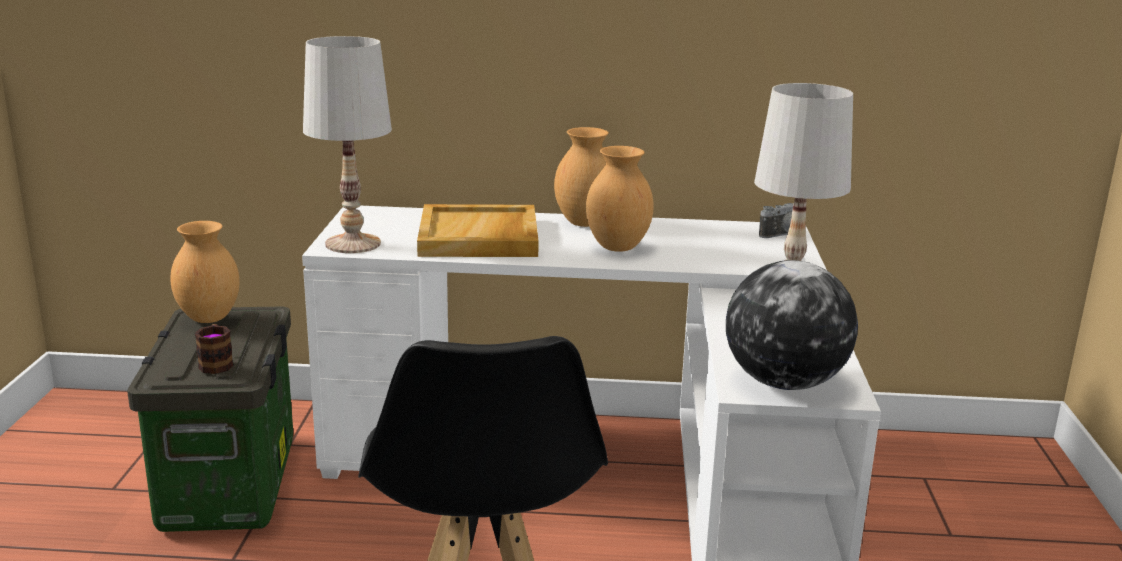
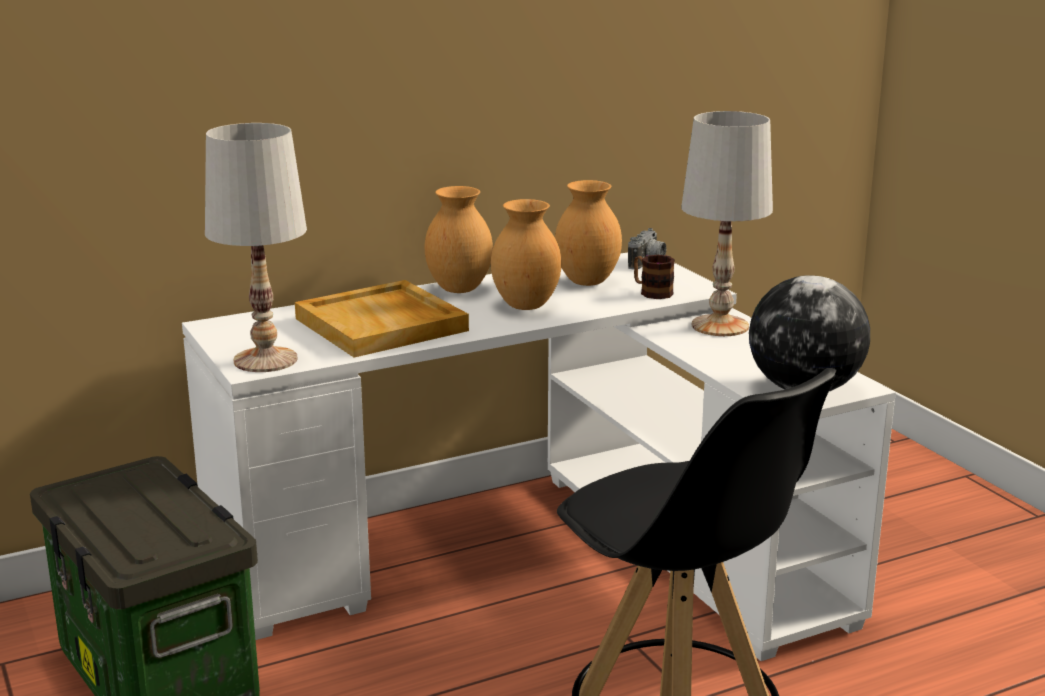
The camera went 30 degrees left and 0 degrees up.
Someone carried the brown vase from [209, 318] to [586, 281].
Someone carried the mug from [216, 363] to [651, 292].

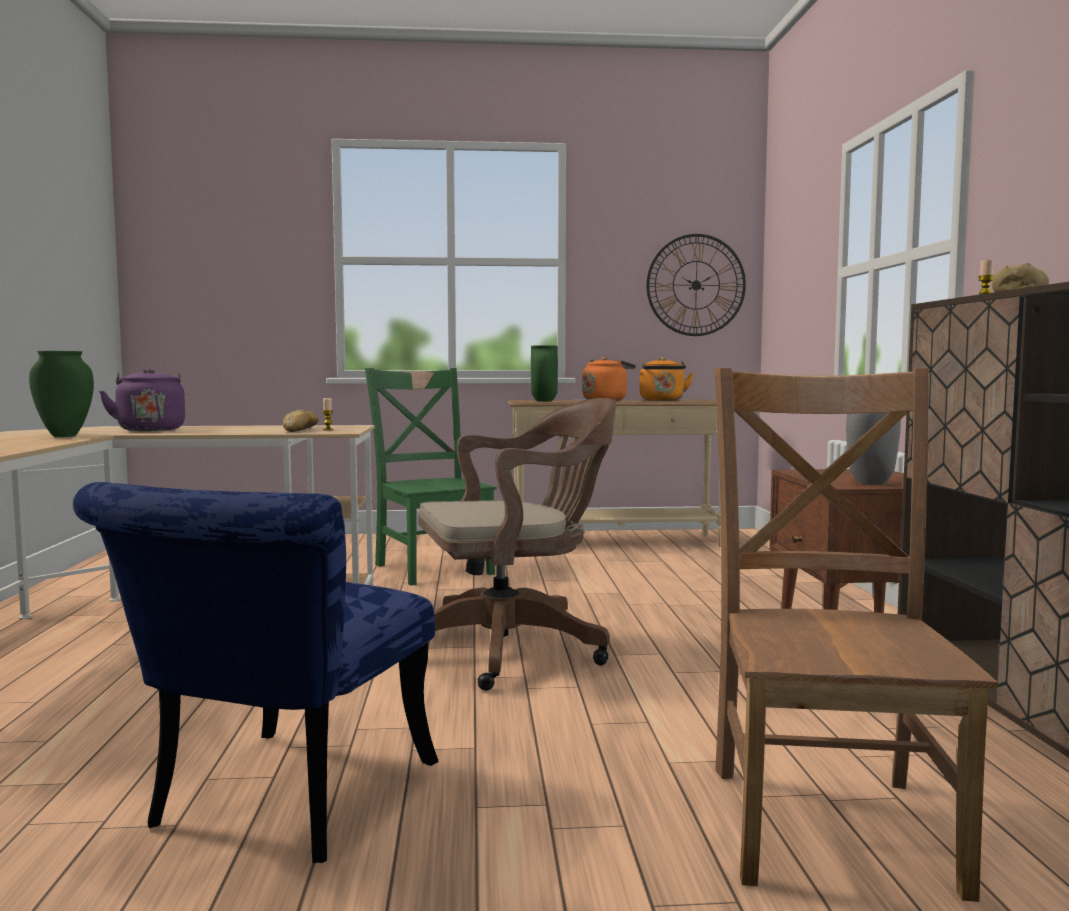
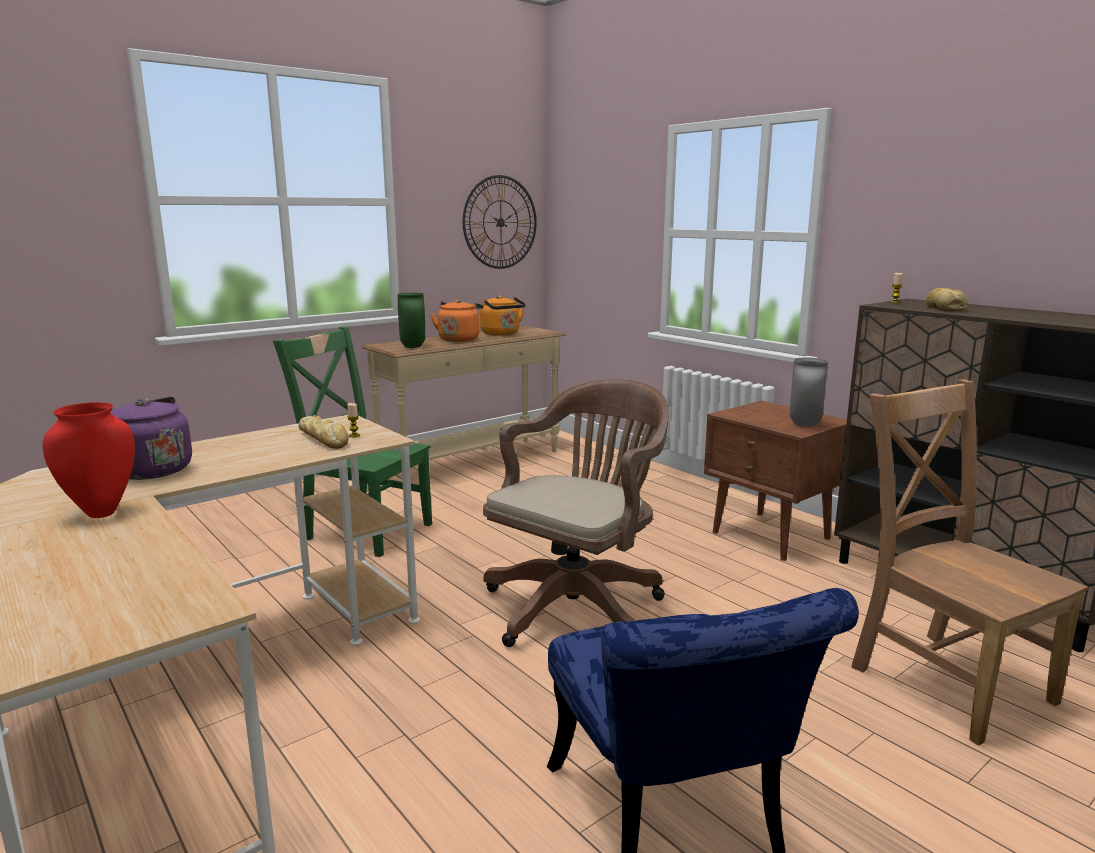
The camera went 35 degrees left and 10 degrees up.
Someone repainted the green vase at [65, 436], which became the red vase at [101, 512].

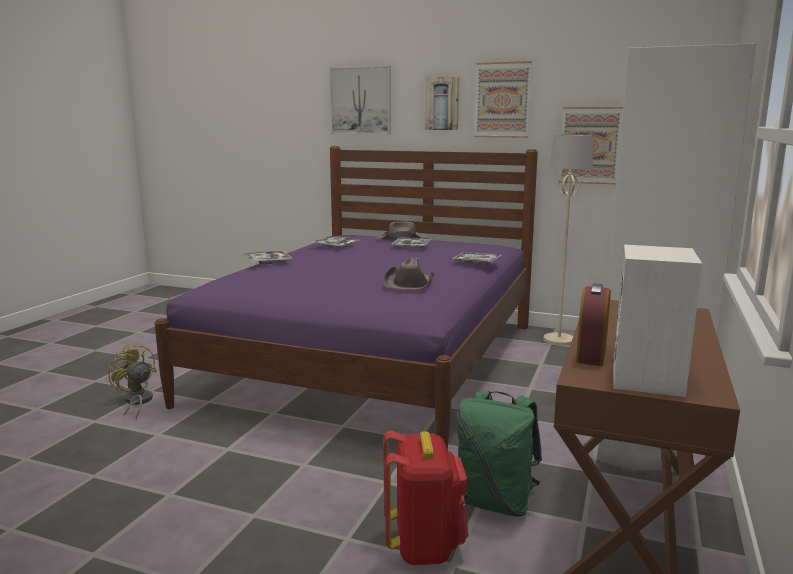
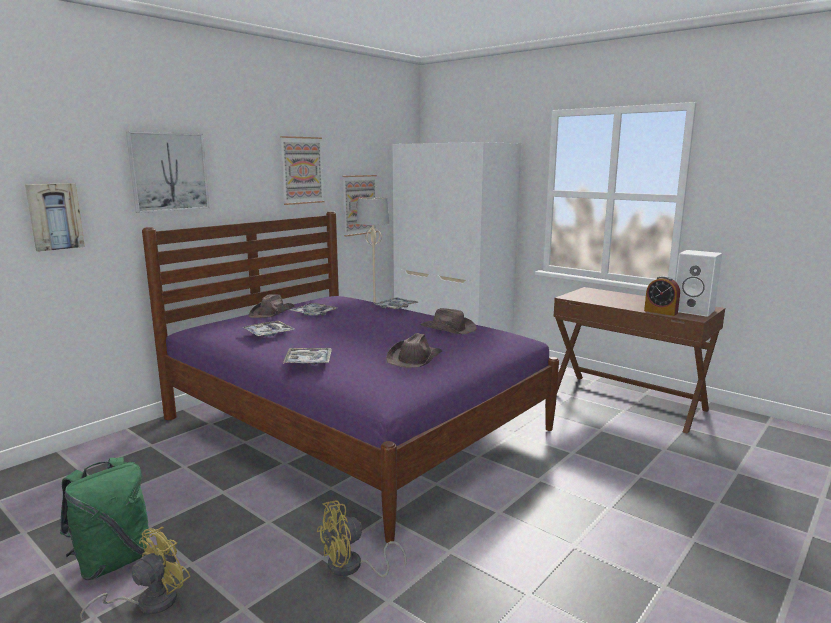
The camera went 70 degrees left and 0 degrees up.
Someone took away the red backpack at [424, 546].
Someone put down the yellow fan at [149, 602].
Someone put down the brown hat at [414, 358].
Someone carried the picture from [442, 103] to [54, 216].
Someone carried the green backpack from [496, 502] to [113, 561].

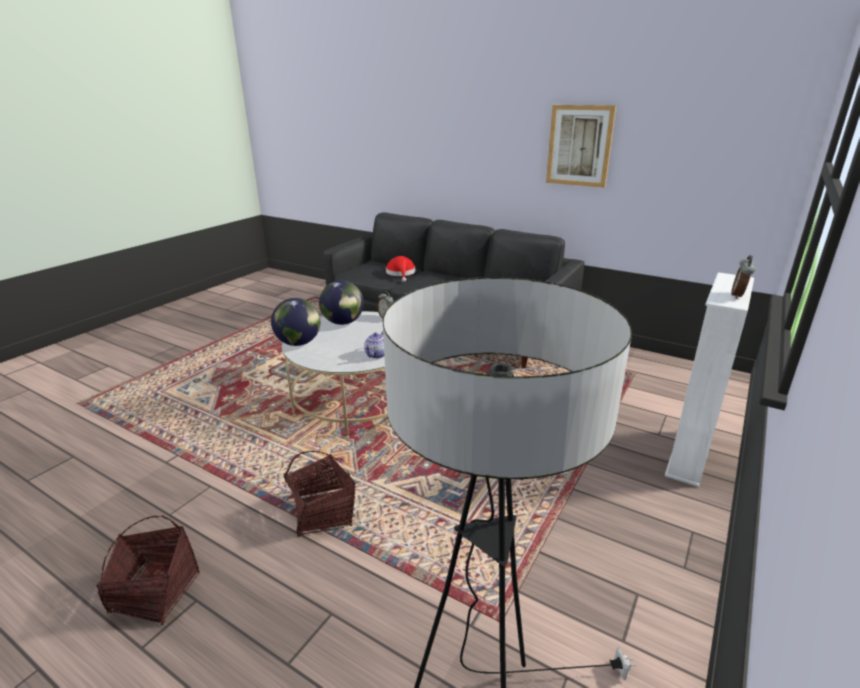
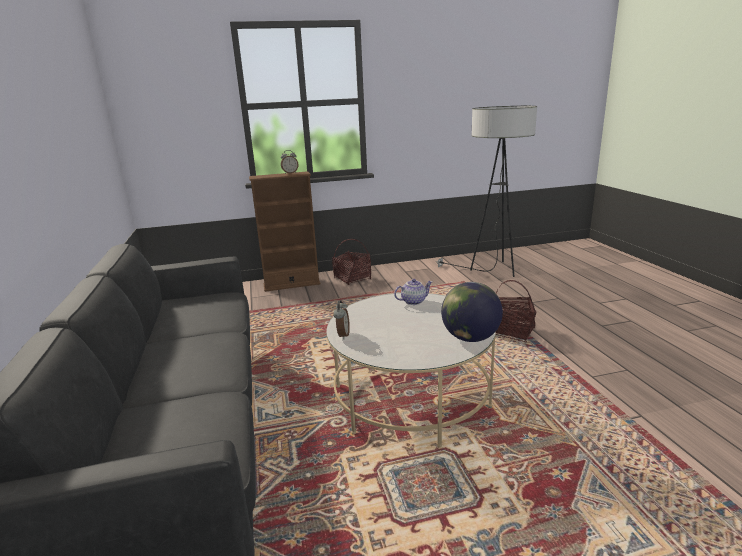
The camera went 135 degrees left and 5 degrees down.
Someone took away the globe at [343, 322].
Someone took away the red hat at [401, 273].
Someone took away the picture at [579, 146].
Someone carried the basket from [155, 593] to [352, 278].
Someone repainted the white bookcase at [689, 456], which became the brown bookcase at [291, 284].

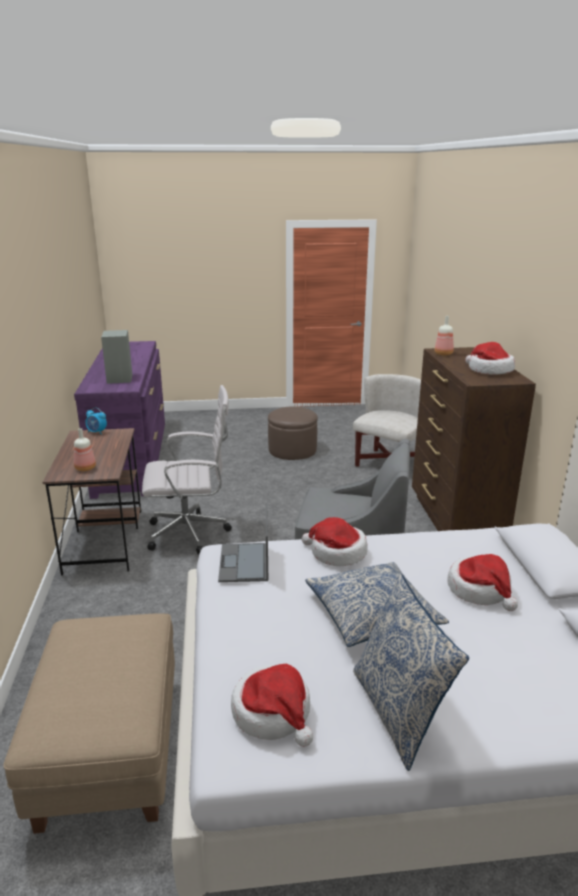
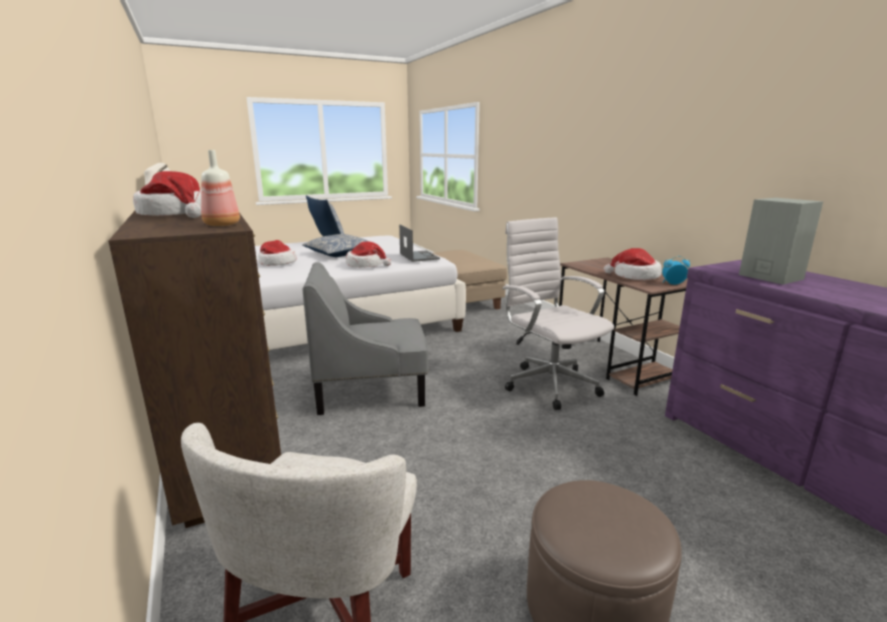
The camera went 160 degrees right and 5 degrees down.
Someone took away the bottle at [84, 468].
Someone carried the hat from [273, 713] to [634, 276].
Someone rotated the white office chair at [191, 533] by 90 degrees clockwise.

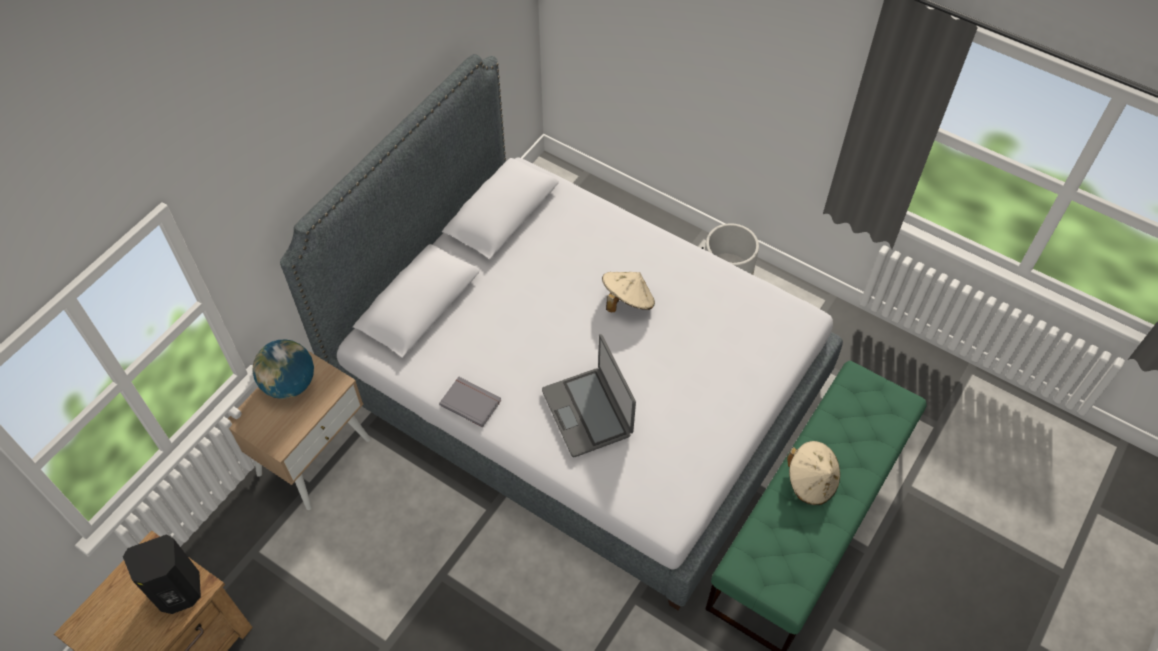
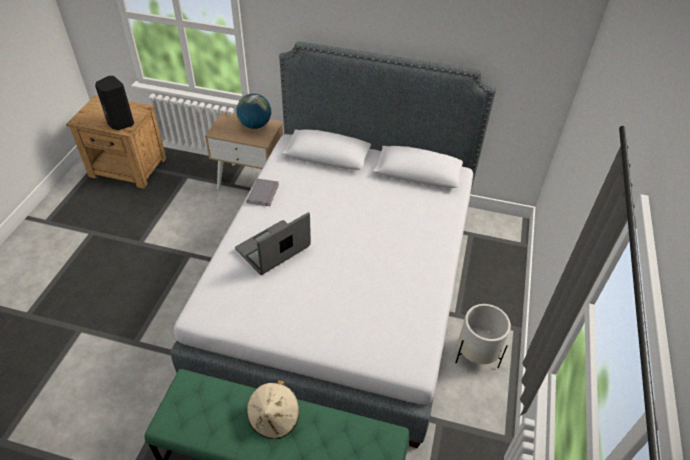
The camera went 70 degrees right and 10 degrees down.
Someone took away the beige hat at [627, 301].

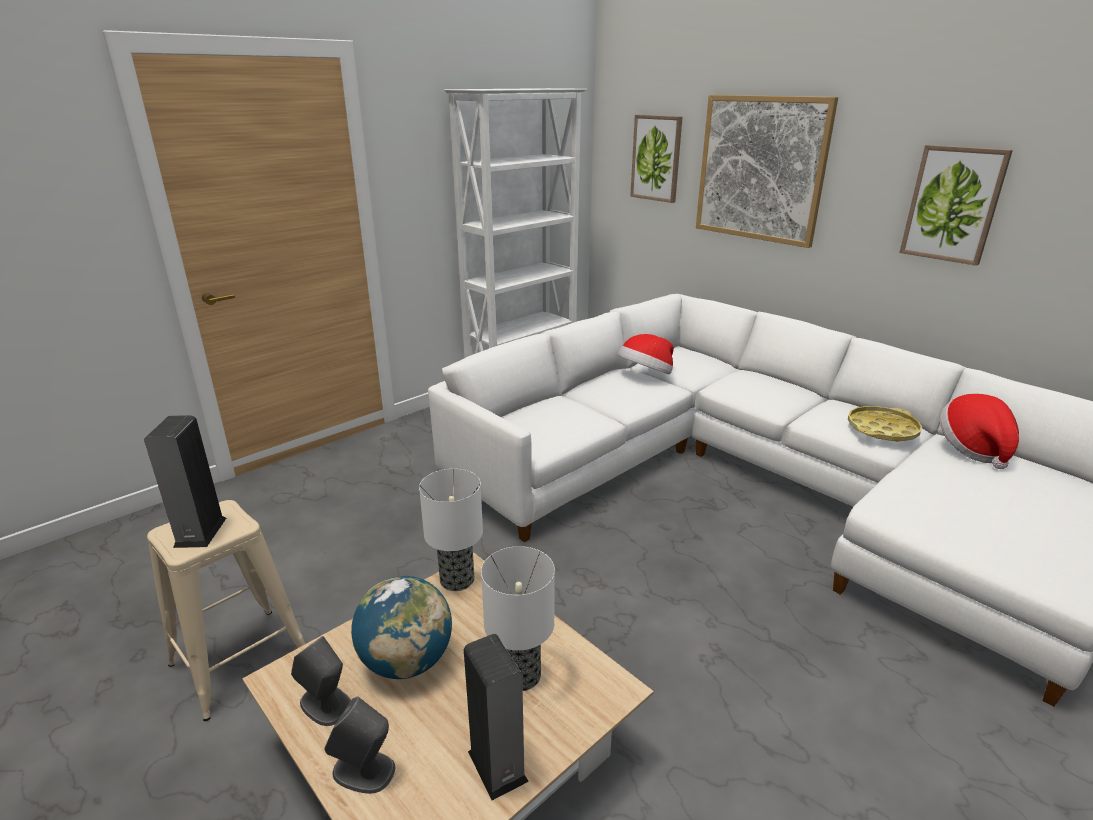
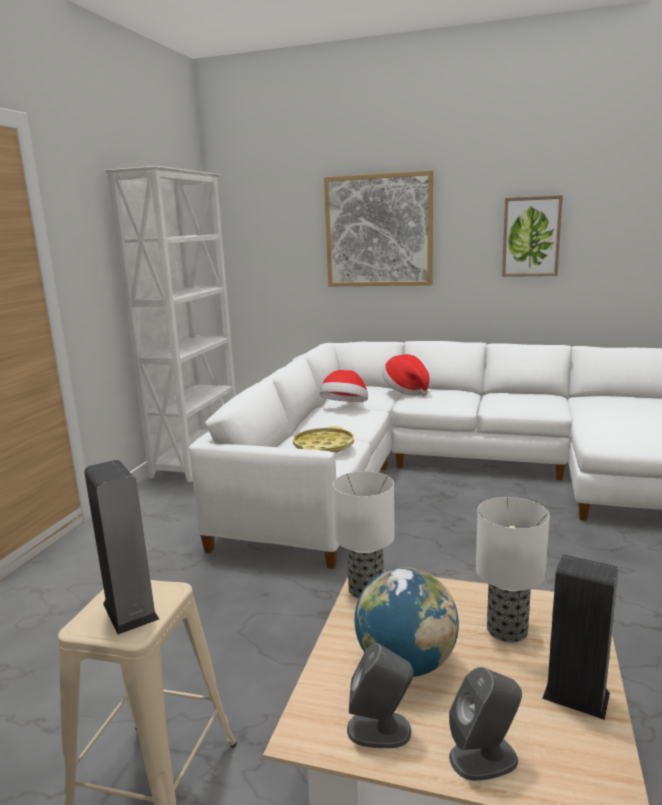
The camera went 30 degrees left and 10 degrees down.
Someone took away the picture at [656, 158].
Someone carried the yellow tray from [882, 429] to [323, 446].
Someone carried the hat from [973, 448] to [406, 390].

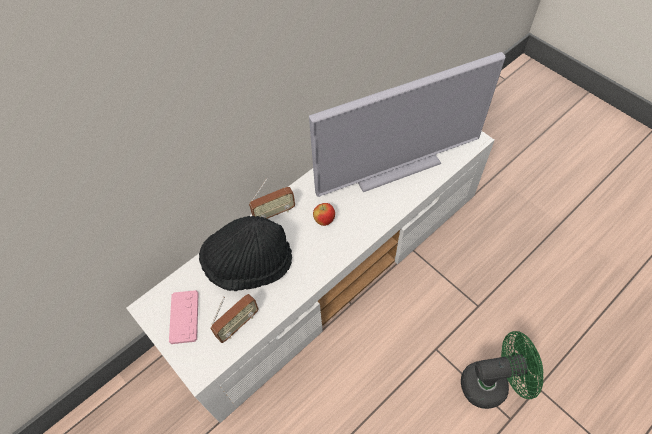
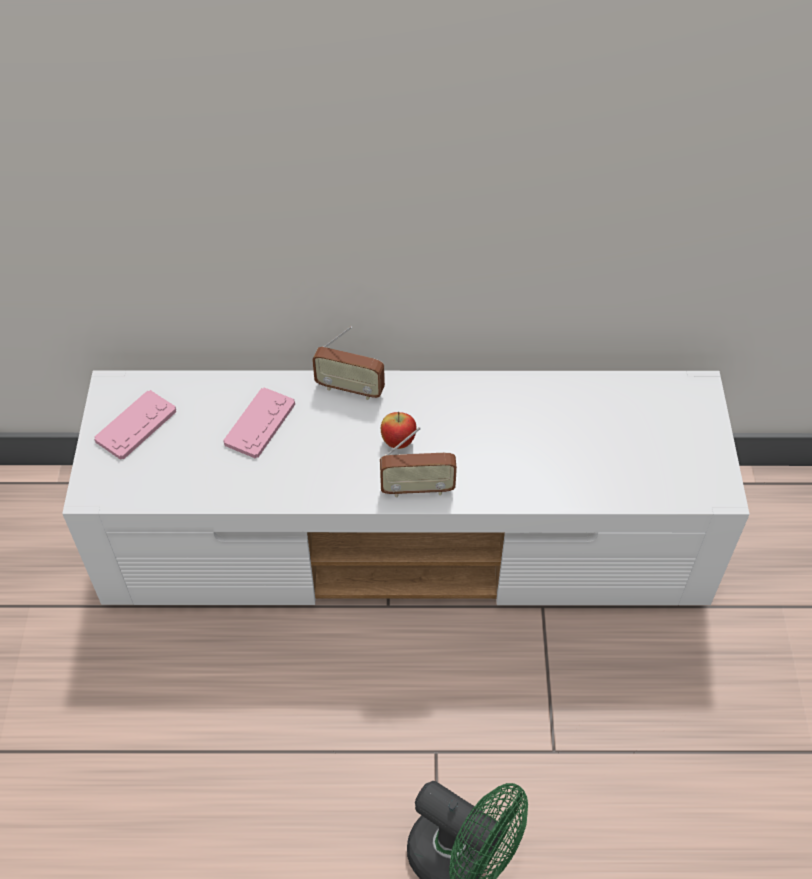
The camera went 40 degrees right and 5 degrees down.
Someone took away the television at [395, 166].
Someone carried the radio from [238, 324] to [417, 489].
Someone swapped the black hat at [249, 264] for the pink game controller at [260, 424].

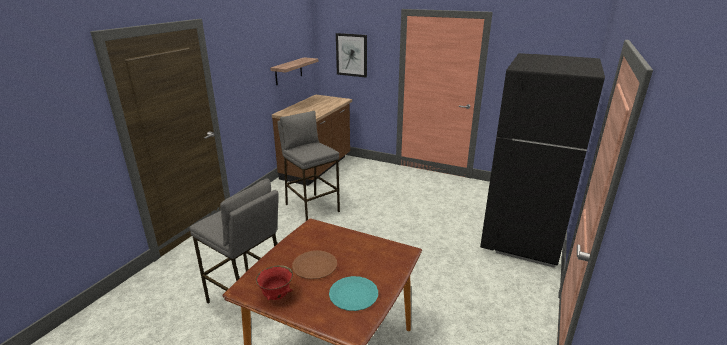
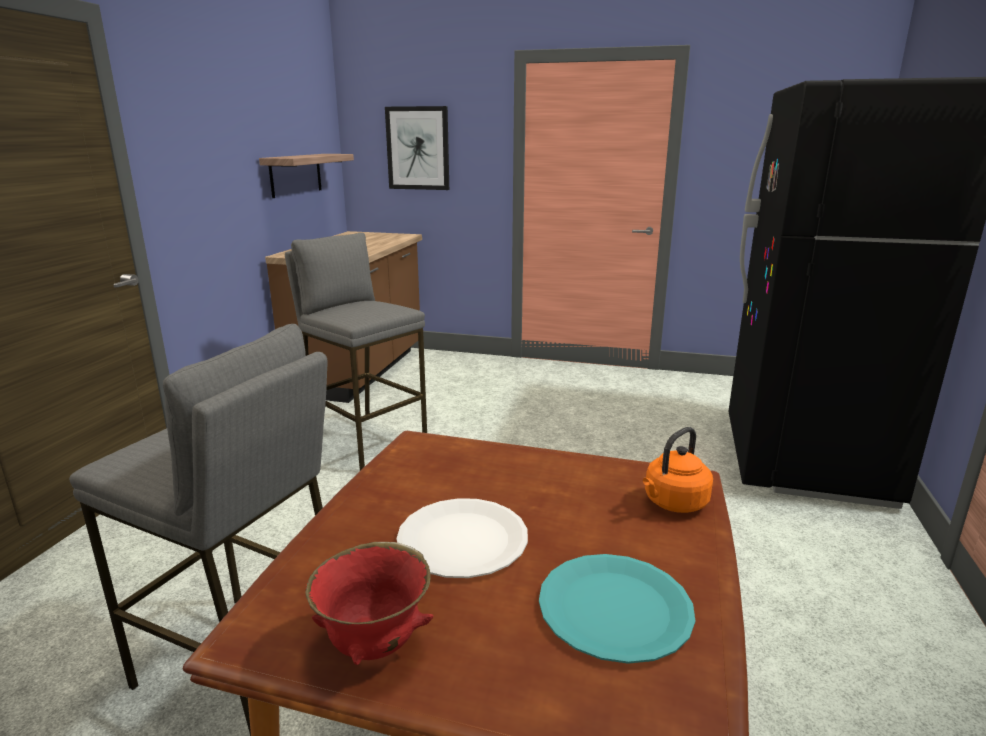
The camera went 10 degrees left and 5 degrees down.
Someone put down the orange kettle at [673, 503].
Someone repainted the brown plate at [315, 265], which became the white plate at [463, 540].

